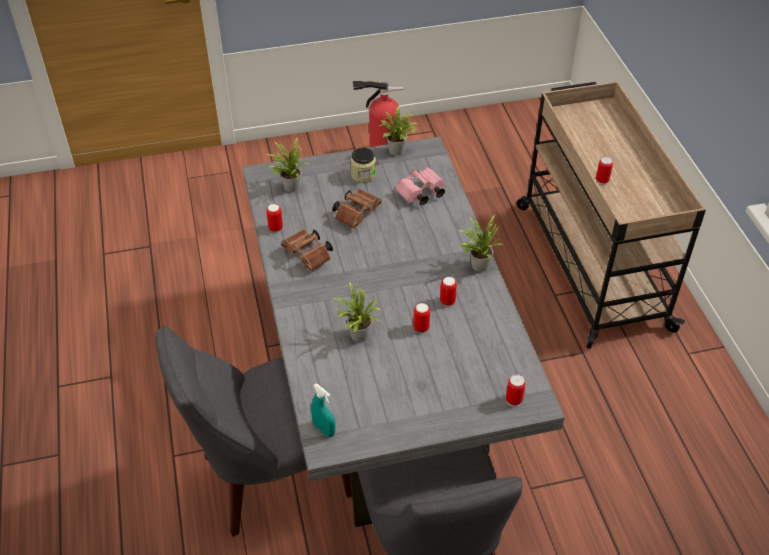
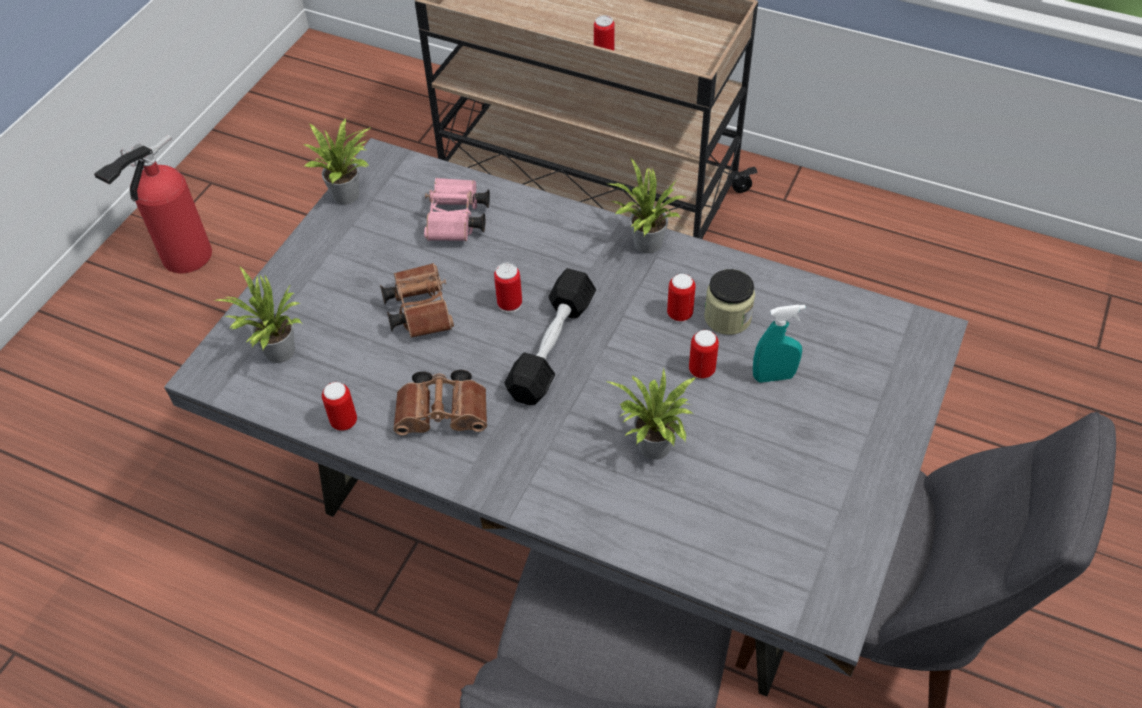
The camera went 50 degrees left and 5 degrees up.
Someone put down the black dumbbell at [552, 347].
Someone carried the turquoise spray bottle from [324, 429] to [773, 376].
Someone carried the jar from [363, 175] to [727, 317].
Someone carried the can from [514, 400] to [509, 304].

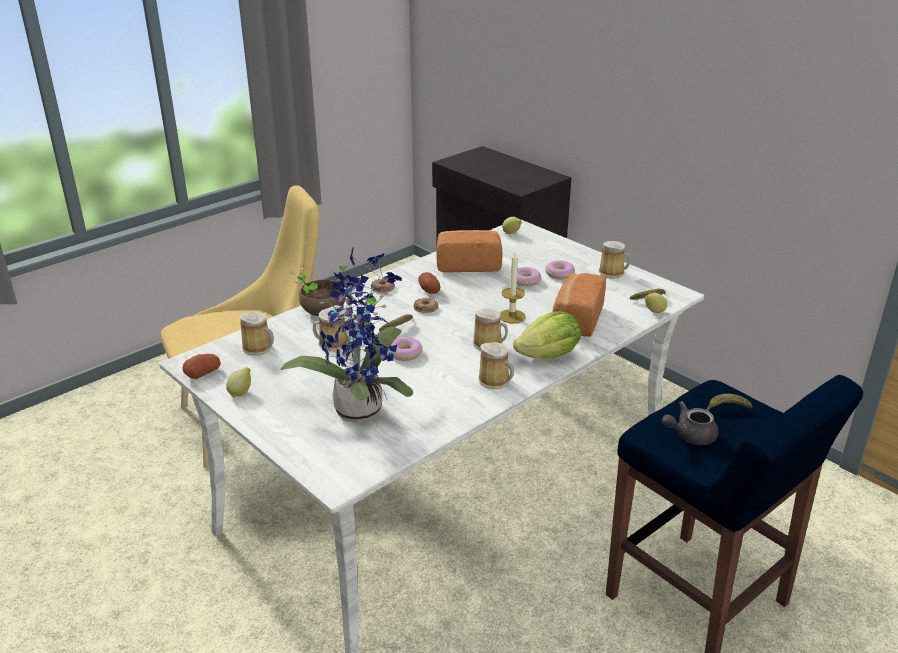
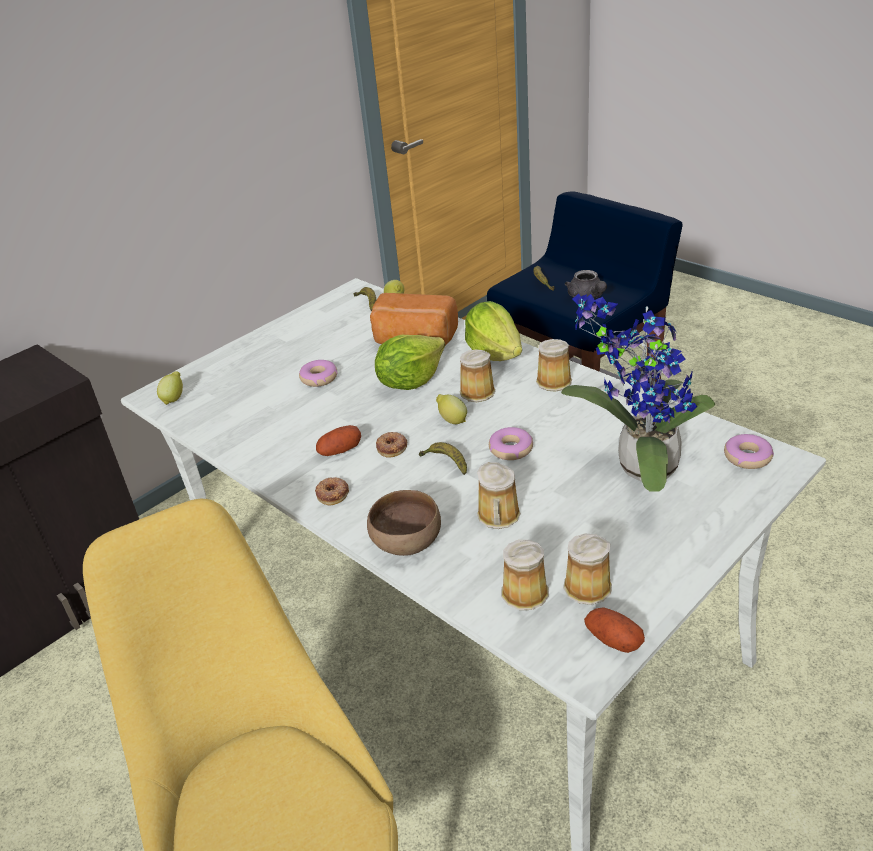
The camera went 90 degrees left and 5 degrees up.
Someone took away the bread at [468, 264].
Someone carried the lemon from [241, 392] to [452, 420].
Someone carried the donut from [559, 274] to [747, 457].
Someone carried the mug from [613, 273] to [586, 585].
Someone swapped the candle at [512, 316] for the lettuce at [410, 381].

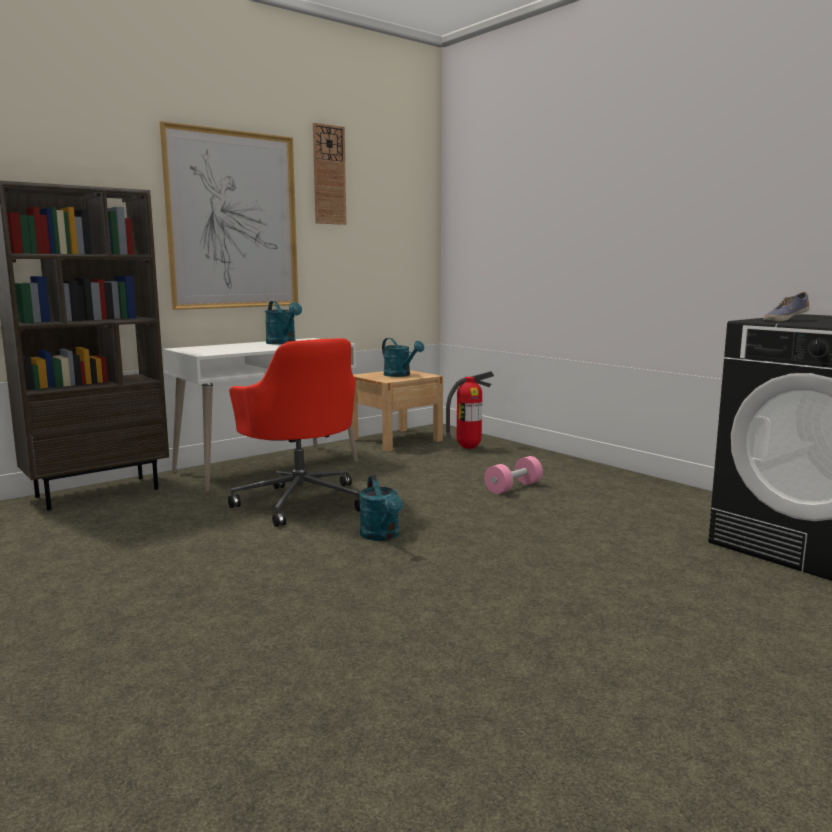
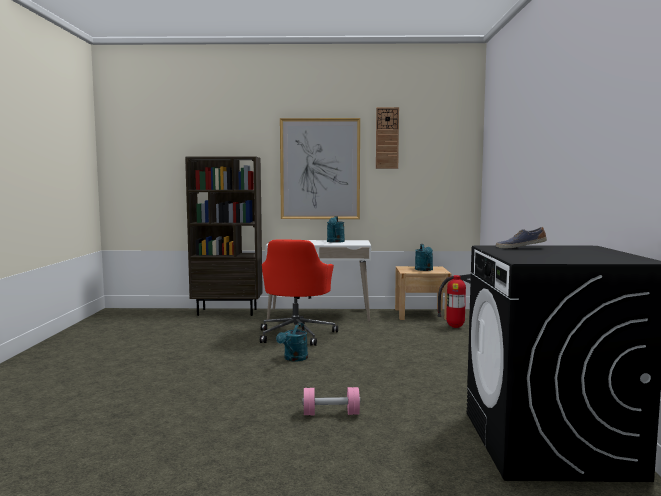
The camera went 40 degrees right and 5 degrees down.
Someone carried the pink dumbbell from [513, 487] to [331, 413].

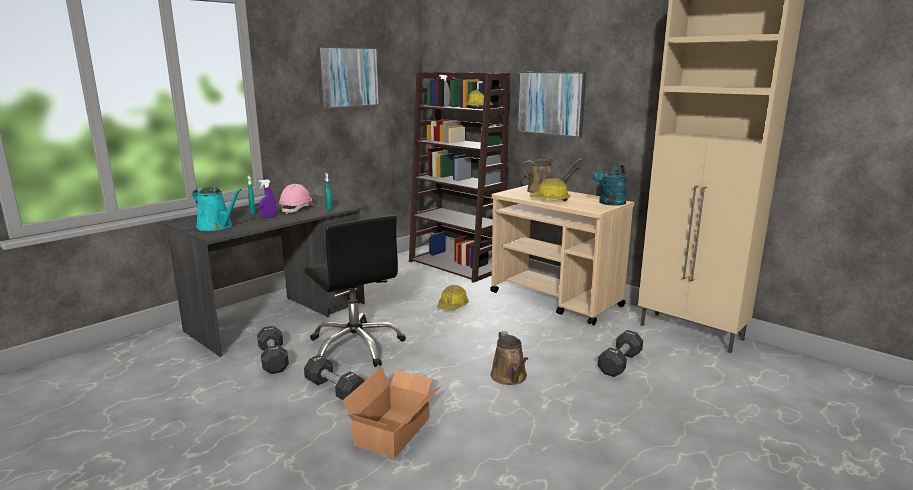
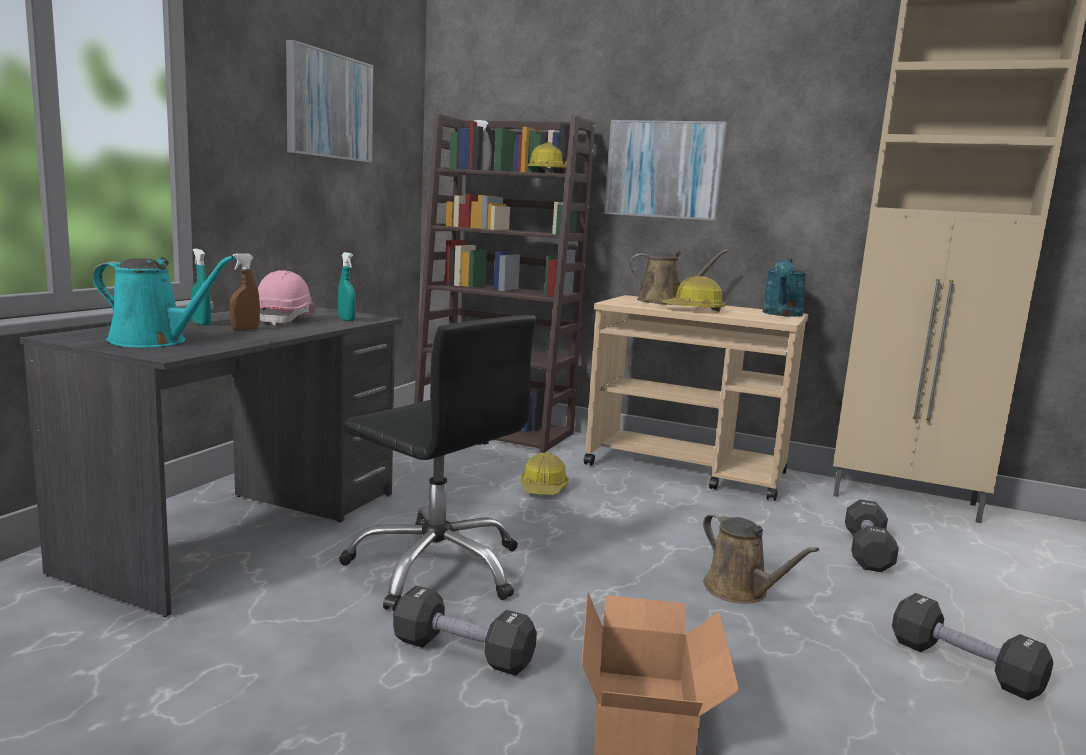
The camera went 20 degrees left and 5 degrees down.
Someone carried the black dumbbell from [273, 359] to [963, 666].
Someone repainted the purple spray bottle at [268, 217], which became the brown spray bottle at [245, 329].

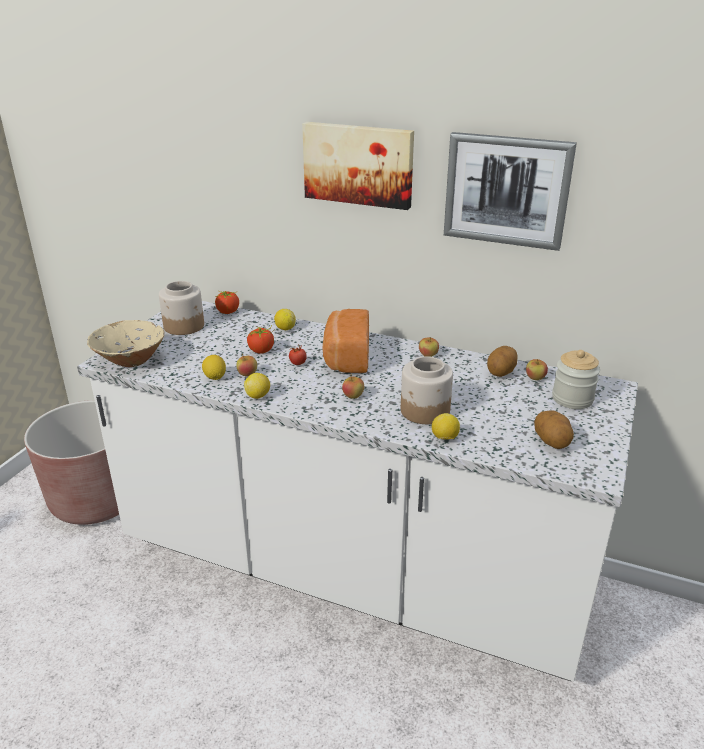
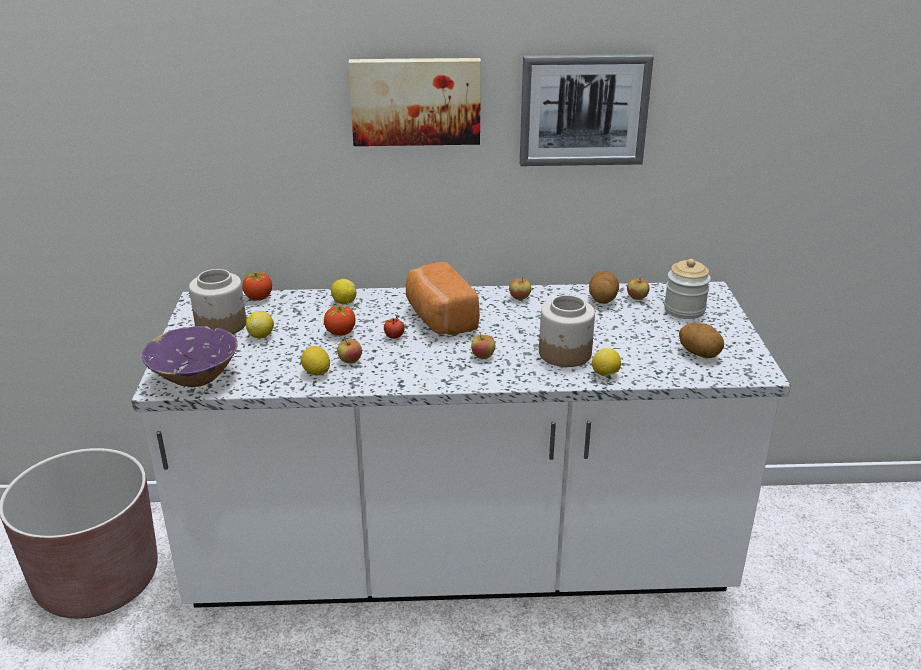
The camera went 25 degrees left and 0 degrees up.
Someone carried the lemon from [258, 396] to [261, 336].
Someone repainted the beige bowl at [130, 360], which became the purple bowl at [195, 378].

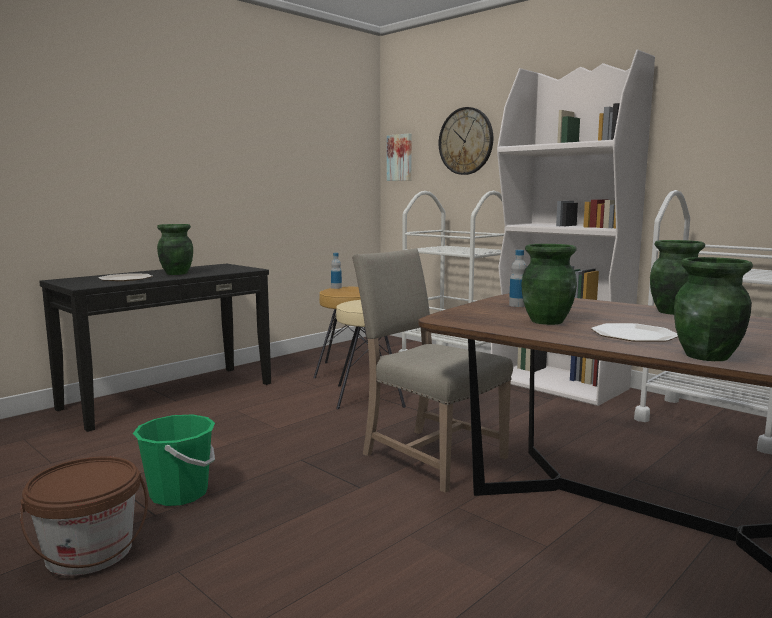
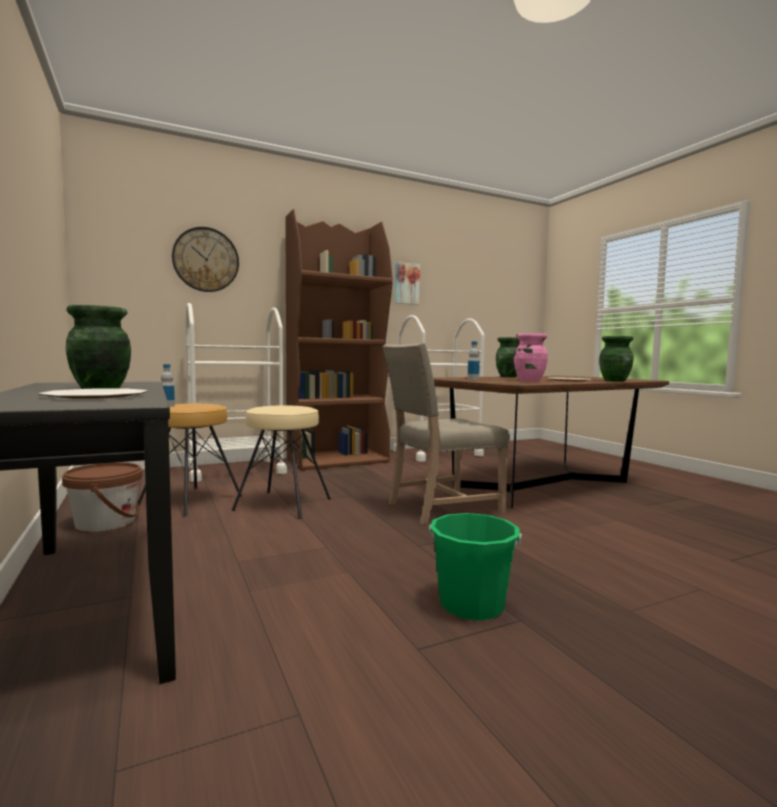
The camera went 70 degrees left and 5 degrees down.
Someone carried the brown bucket from [89, 552] to [105, 522].
Someone carried the picture from [400, 157] to [406, 283].
Someone repainted the white bookcase at [559, 384], which became the brown bookcase at [338, 460].
Someone repainted the green vase at [547, 321], which became the pink vase at [529, 381].

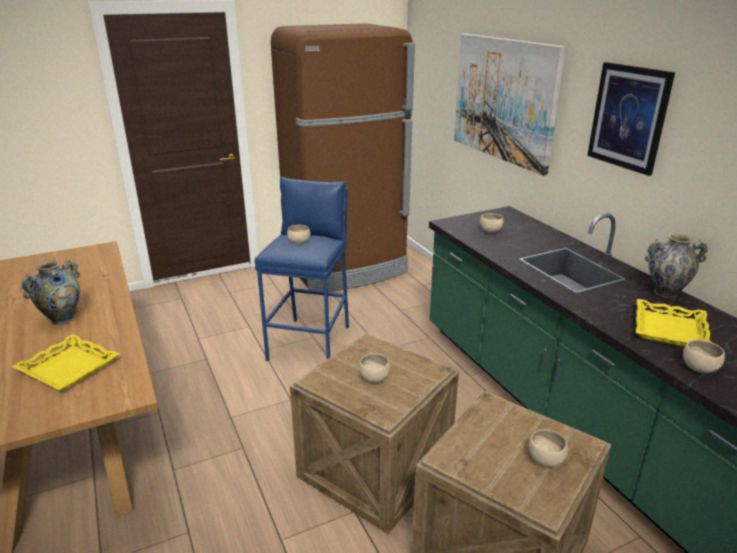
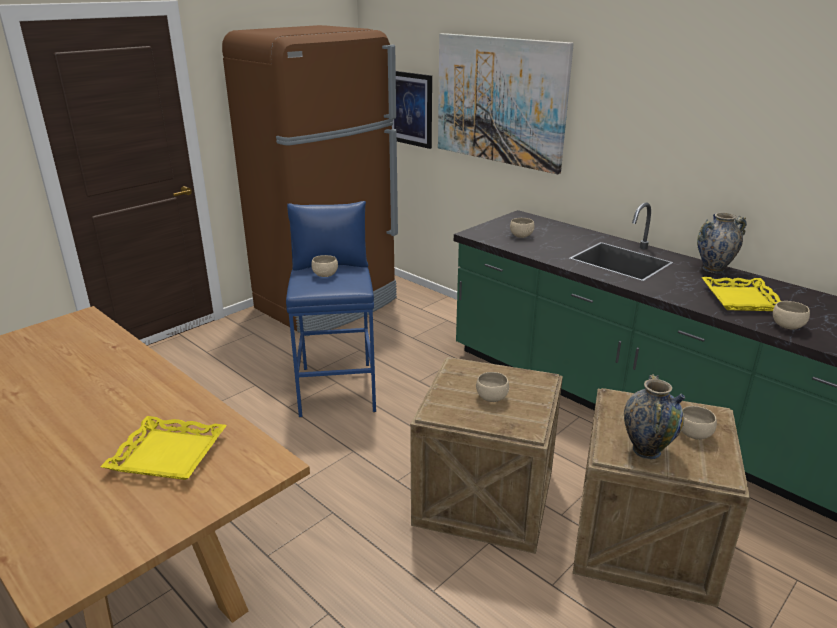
The camera went 20 degrees left and 0 degrees up.
Someone carried the vase from [63, 319] to [646, 450].
Someone carried the picture from [628, 117] to [410, 109].

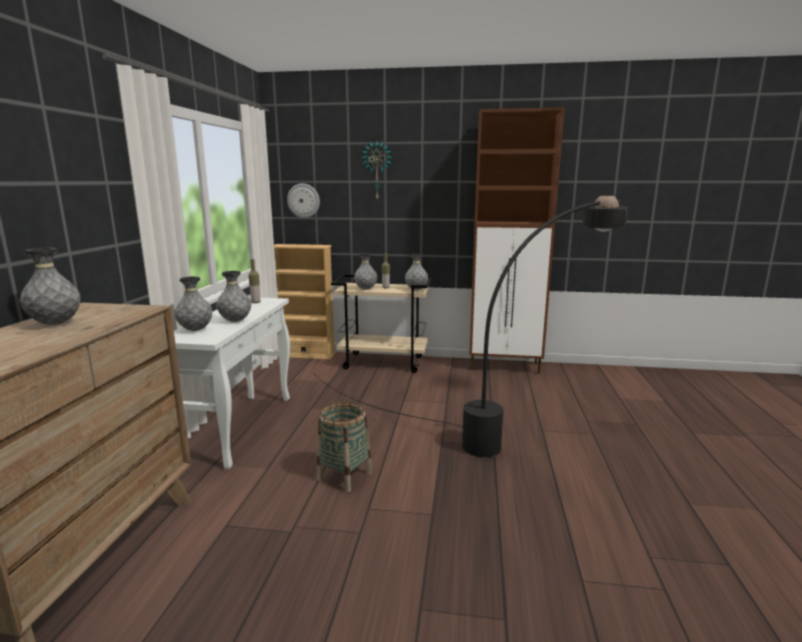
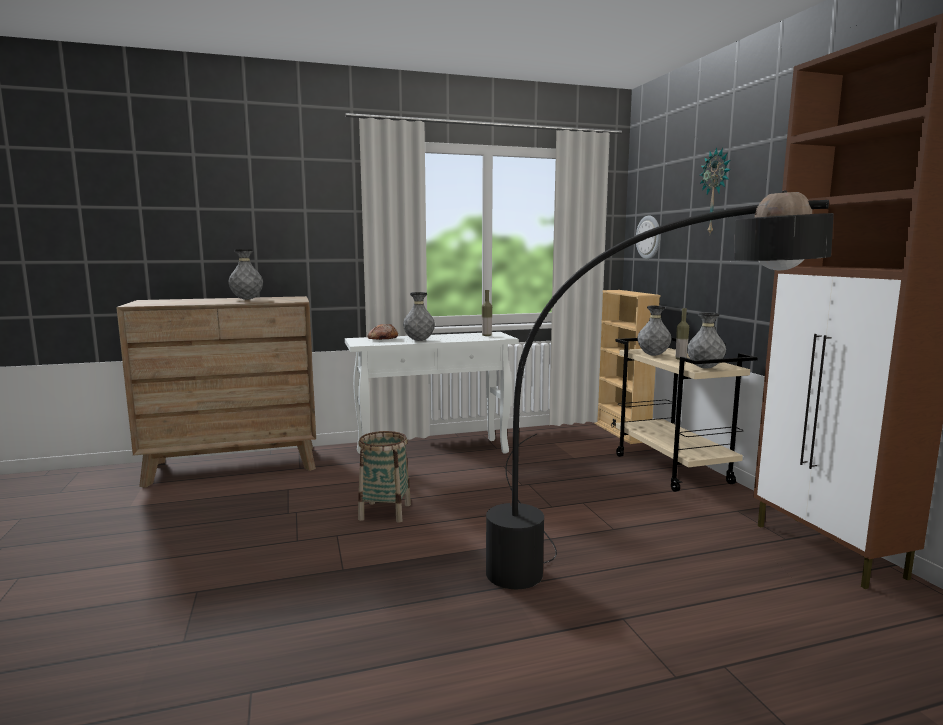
The camera went 65 degrees right and 5 degrees down.
Someone swapped the grey vase at [195, 330] for the bread at [382, 339].

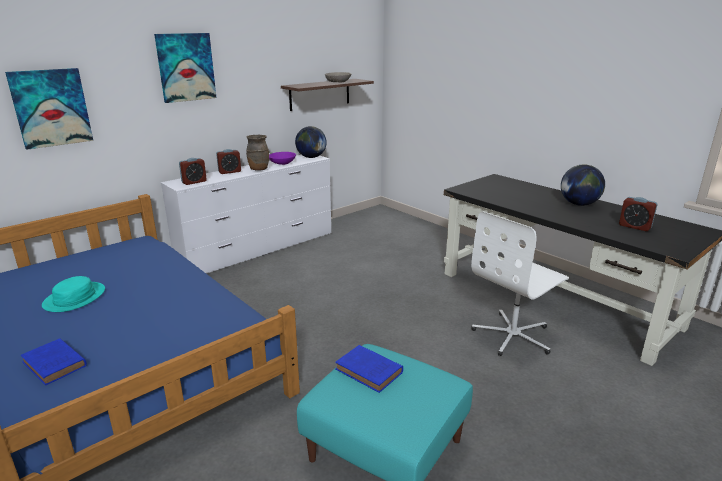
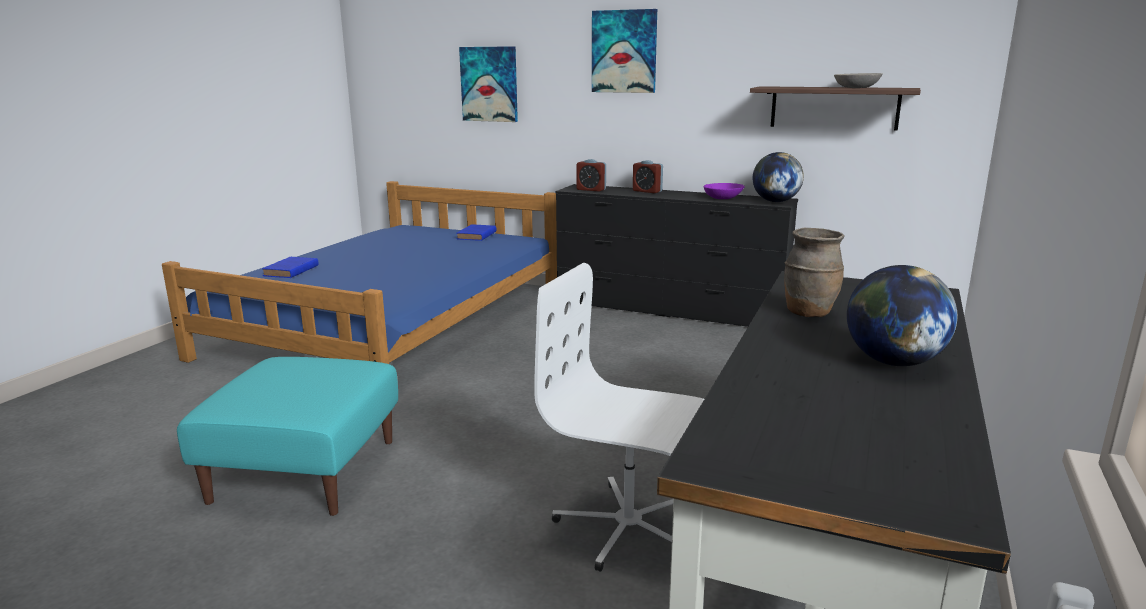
The camera went 65 degrees right and 5 degrees down.
Someone took away the turquoise hat at [75, 298].
Someone took away the alarm clock at [634, 226].
Someone carried the brown vase from [258, 169] to [809, 313].
Someone carried the blue book from [370, 372] to [476, 236].
Someone repainted the white dresser at [259, 249], which became the black dresser at [668, 310].

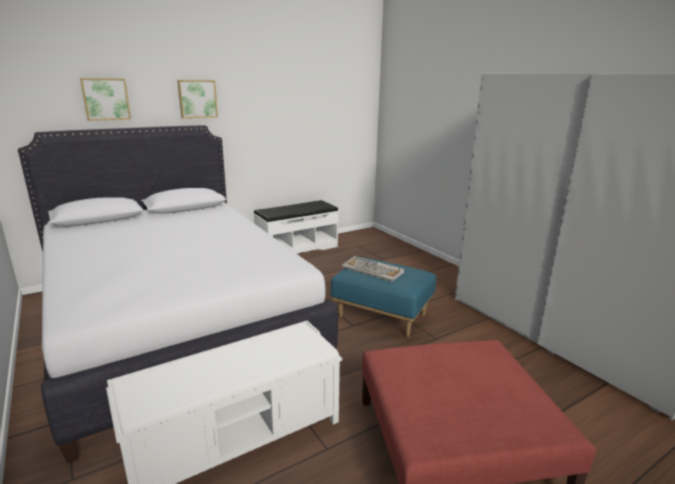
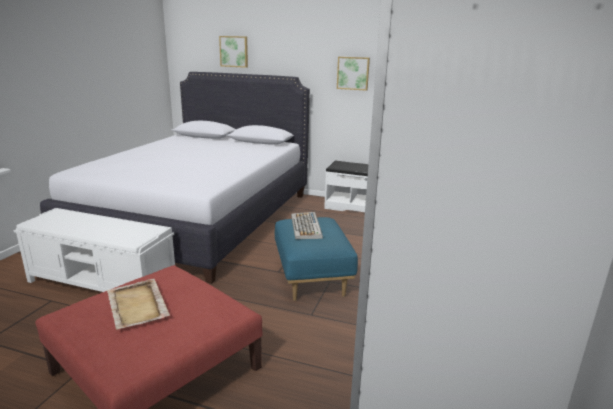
The camera went 50 degrees right and 0 degrees up.
Someone put down the beige tray at [137, 306].
Someone carried the picture from [197, 99] to [353, 73].

